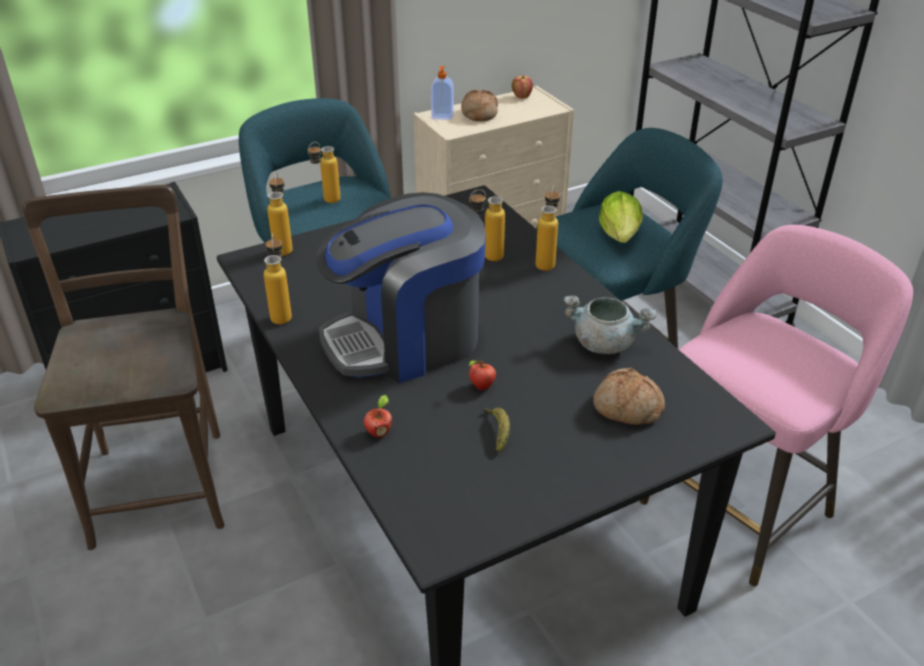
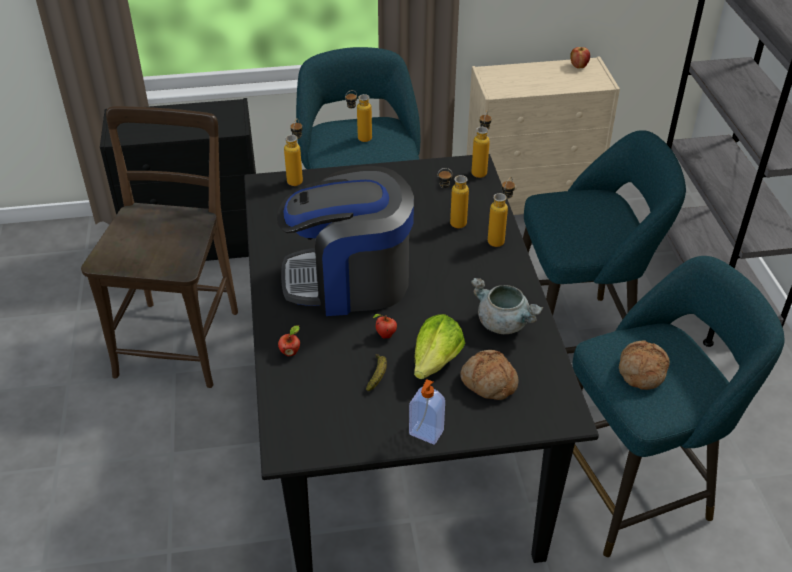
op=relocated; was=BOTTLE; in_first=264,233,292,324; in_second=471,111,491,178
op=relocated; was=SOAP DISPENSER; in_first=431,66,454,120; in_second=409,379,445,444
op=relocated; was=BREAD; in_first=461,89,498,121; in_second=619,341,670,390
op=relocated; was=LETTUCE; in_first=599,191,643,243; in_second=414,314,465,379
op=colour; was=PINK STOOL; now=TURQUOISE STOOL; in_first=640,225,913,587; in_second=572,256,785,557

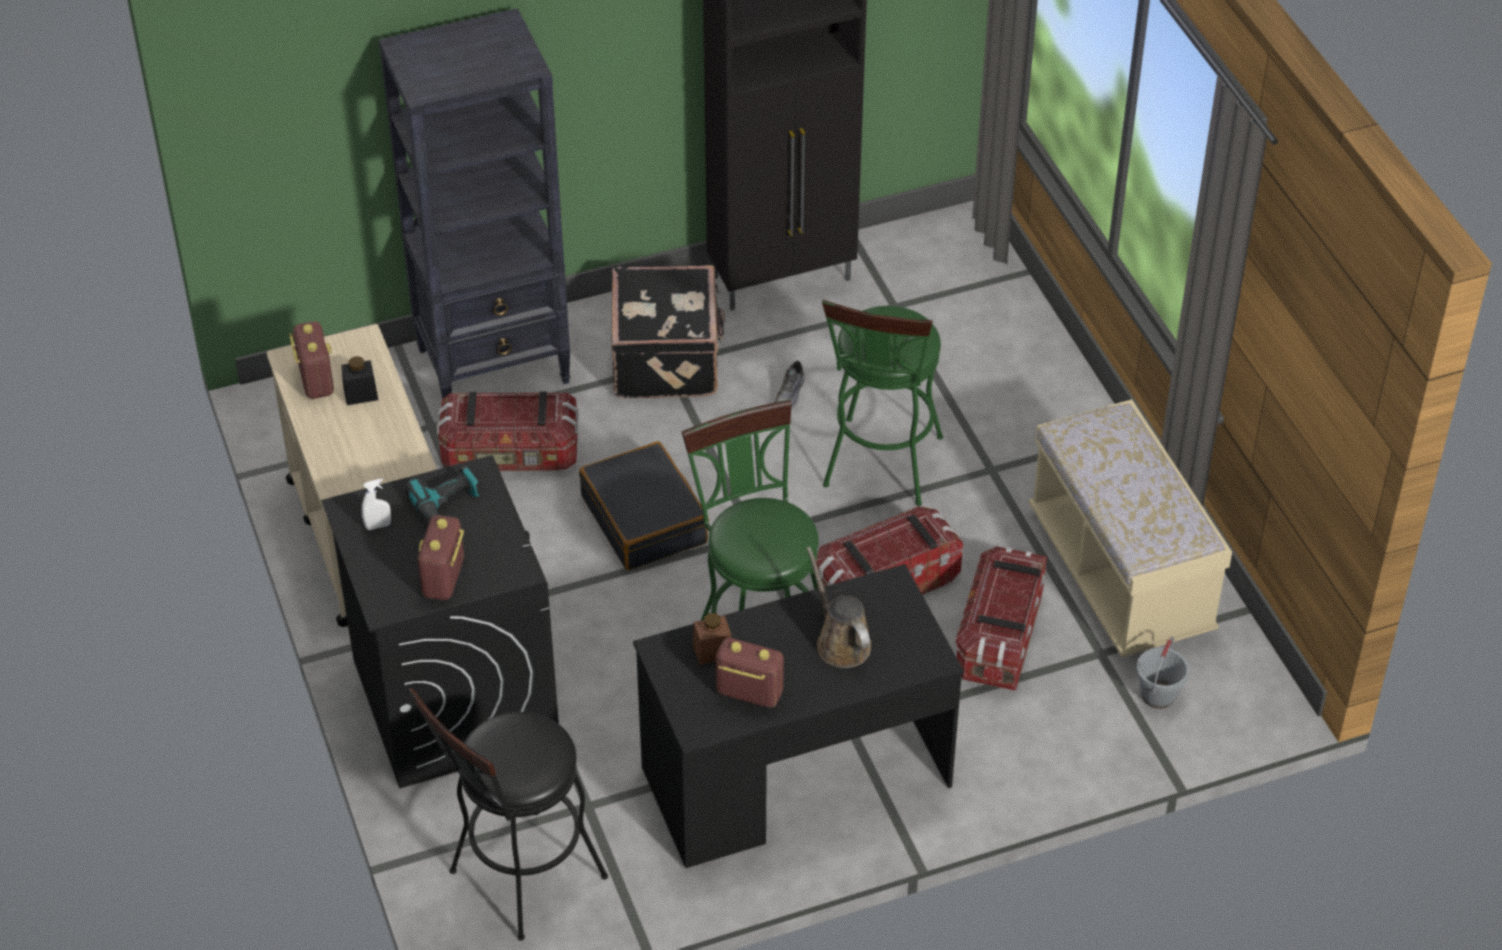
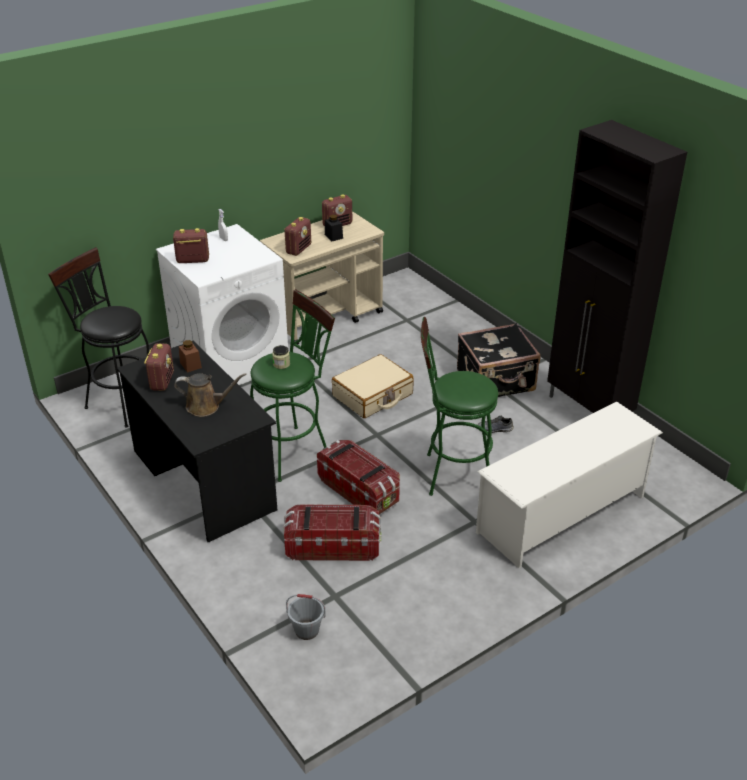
op=missing; was=BLACK BOOKCASE; in_first=379,8,571,399
op=missing; was=POWER DRILL; in_first=404,465,479,525
op=missing; was=STORAGE BOX; in_first=437,392,579,471
op=missing; was=BEIGE BENCH; in_first=1029,399,1232,657
op=appeared; now=JAR; in_second=272,345,290,369
op=appeared; now=RADIO; in_second=284,217,311,256
op=appeared; now=WHITE SHOE RACK; in_second=476,401,663,568
op=colour; was=BLACK WASHING MACHINE; now=WHITE WASHING MACHINE; in_first=322,455,559,789; in_second=156,224,288,385
op=colour; was=BLACK SUITCASE; now=BEIGE SUITCASE; in_first=579,441,709,570; in_second=332,354,414,418
op=spun; was=BROWN WATERING CAN; in_first=807,547,871,668; in_second=174,373,246,417; clockwise=45

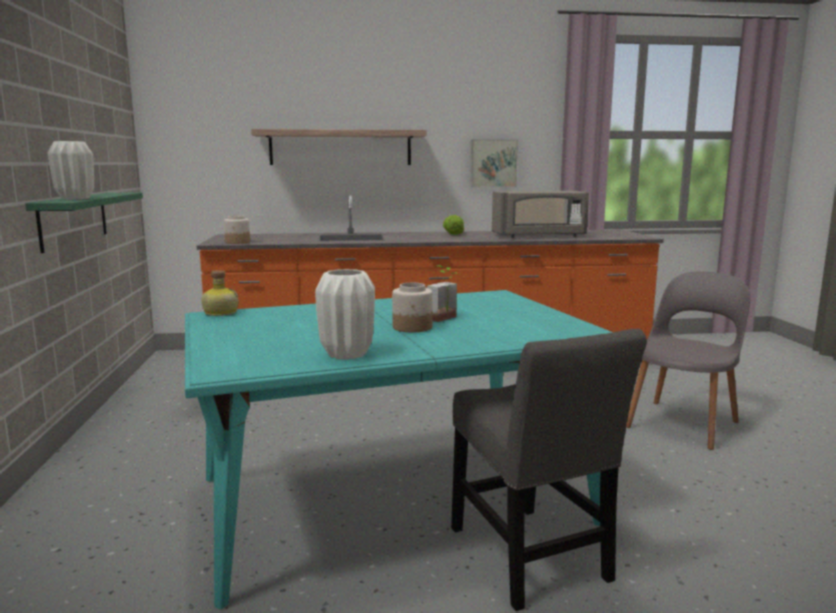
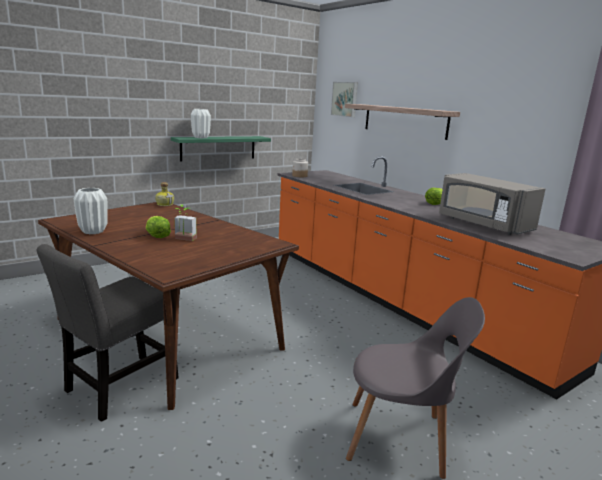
op=relocated; was=PICTURE; in_first=470,139,518,187; in_second=331,82,358,117
op=exchanged; was=JAR; now=LETTUCE; in_first=392,283,433,332; in_second=146,216,171,238
op=colour; was=TURQUOISE DINING TABLE; now=BROWN DINING TABLE; in_first=185,290,612,609; in_second=38,202,299,410

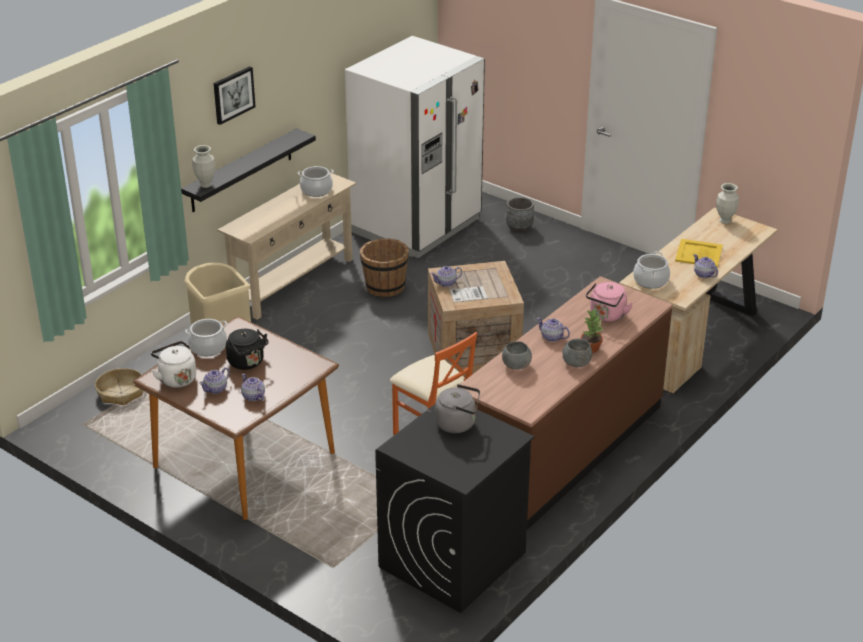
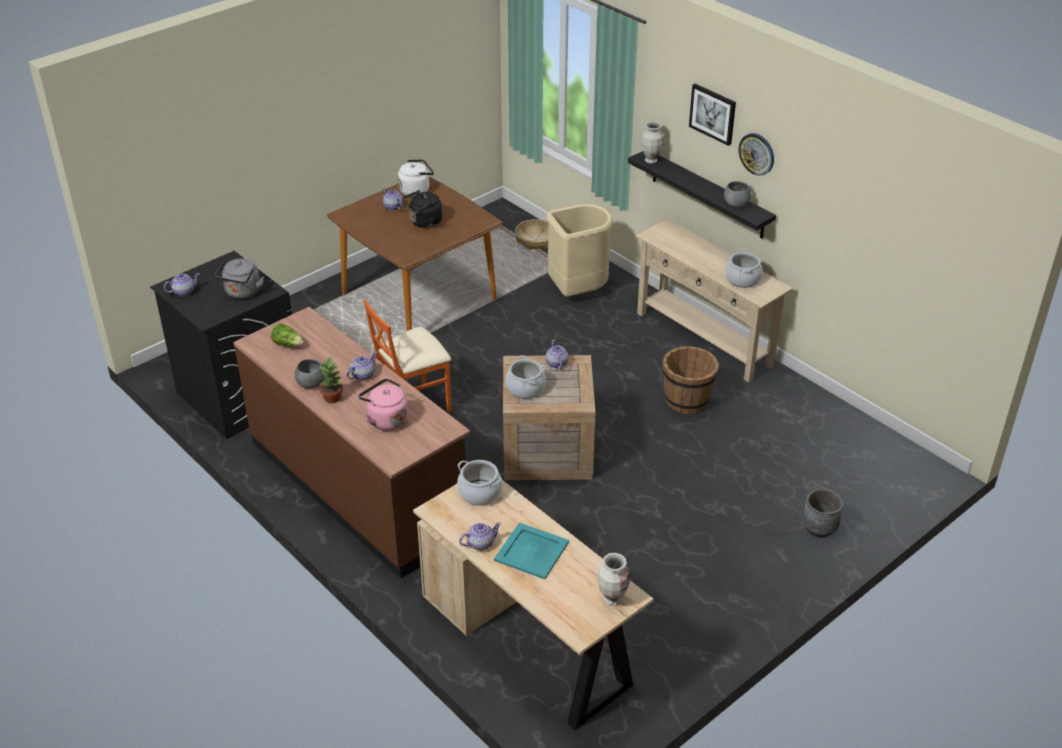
op=missing; was=WHITE FRIDGE; in_first=345,36,485,258
op=appeared; now=LETTUCE; in_second=271,323,304,347
op=appeared; now=WALL CLOCK; in_second=739,133,774,176
op=relocated; was=COOKING POT; in_first=185,319,227,356; in_second=506,355,546,399
op=relocated; was=TEAPOT; in_first=241,373,265,401; in_second=164,273,200,296
op=relocated; was=GREY BOWL; in_first=502,341,532,370; in_second=724,181,751,208
op=colour; was=YELLOW TRAY; now=TURQUOISE TRAY; in_first=675,239,723,268; in_second=494,522,569,579

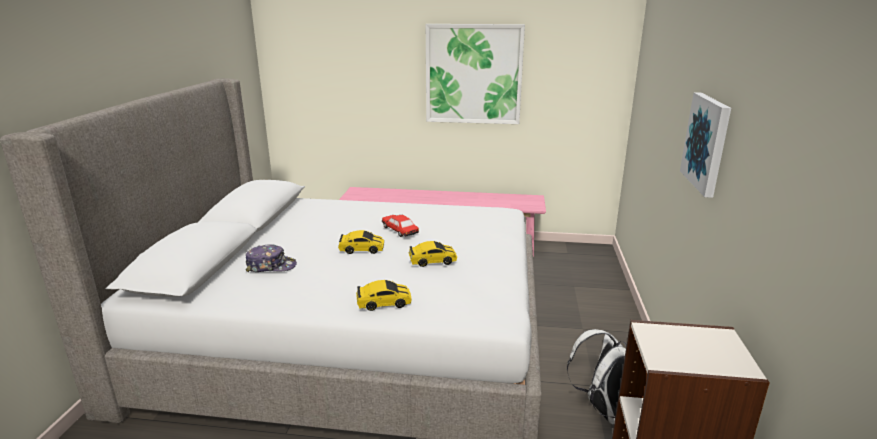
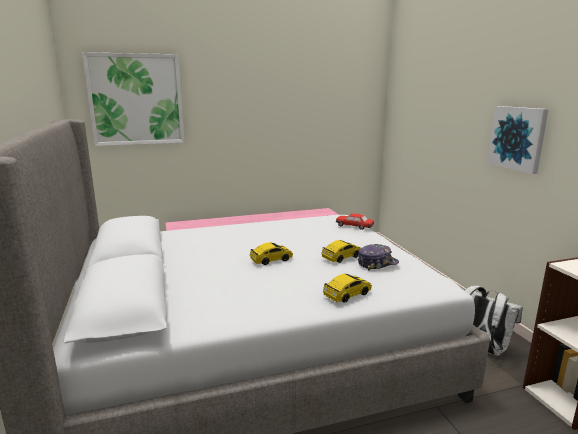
op=relocated; was=CAP; in_first=246,244,297,272; in_second=358,244,399,271
op=relocated; was=TOY CAR; in_first=382,215,419,237; in_second=336,213,374,230
op=relocated; was=PICTURE; in_first=426,24,525,124; in_second=82,52,185,146

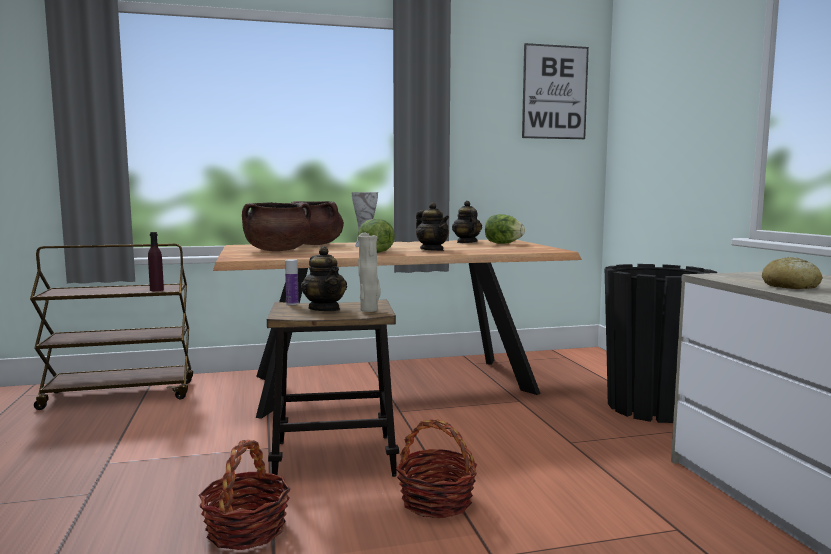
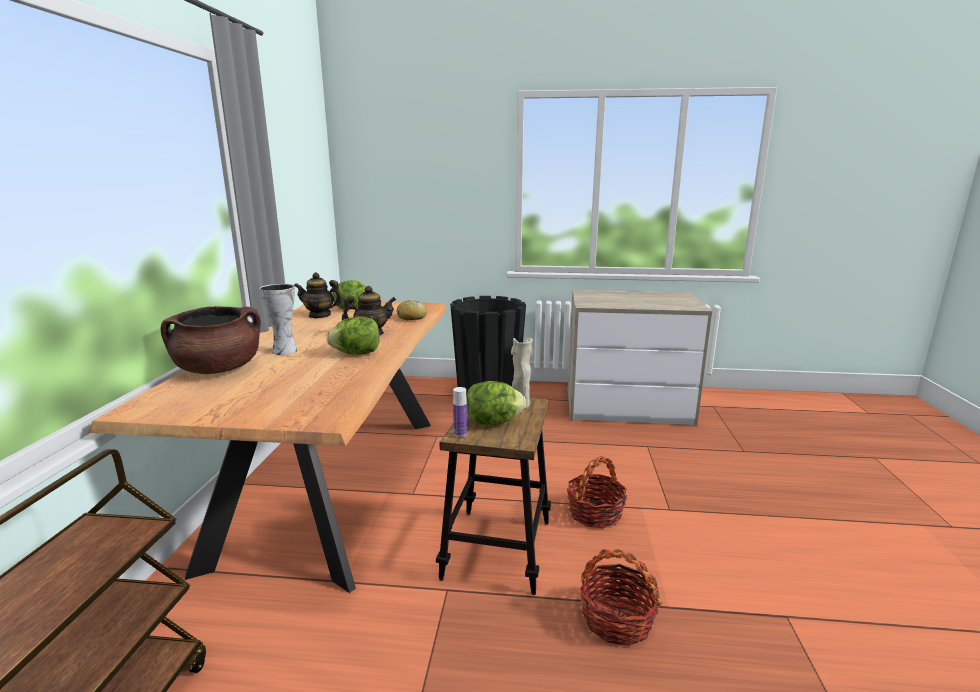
op=missing; was=PURPLE BOTTLE; in_first=148,232,164,291
op=missing; was=BROWN COOKING POT; in_first=242,202,311,251
op=missing; was=PICTURE; in_first=522,43,589,139
op=relocated; was=BREAD; in_first=762,257,822,289; in_second=397,300,427,320
op=exchanged; was=TEAPOT; now=LETTUCE; in_first=301,247,347,311; in_second=467,381,526,426

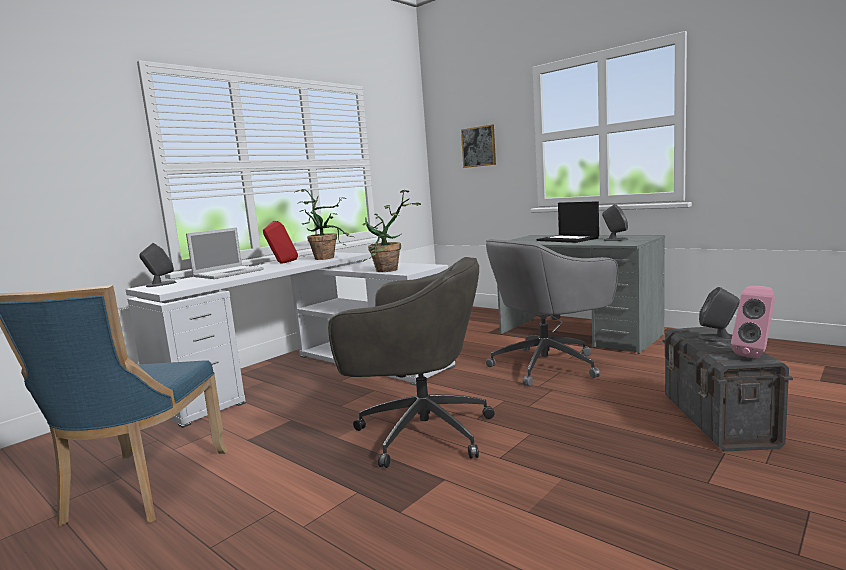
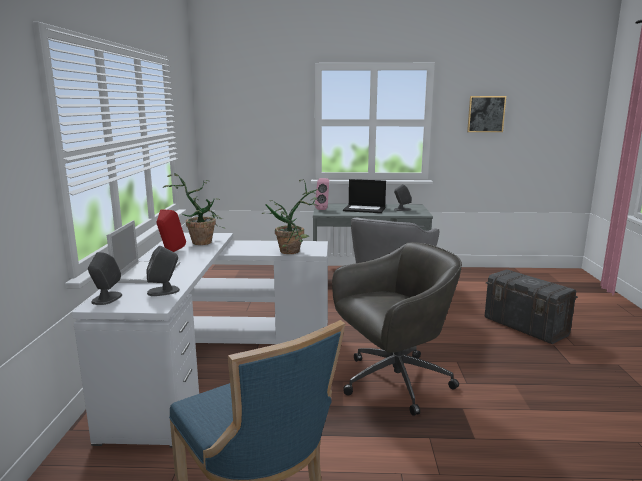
op=relocated; was=PICTURE; in_first=461,124,496,168; in_second=467,96,506,132
op=relocated; was=GREY SPEAKER; in_first=698,287,740,342; in_second=147,246,180,296
op=relocated; was=PINK SPEAKER; in_first=731,286,775,359; in_second=315,178,329,210

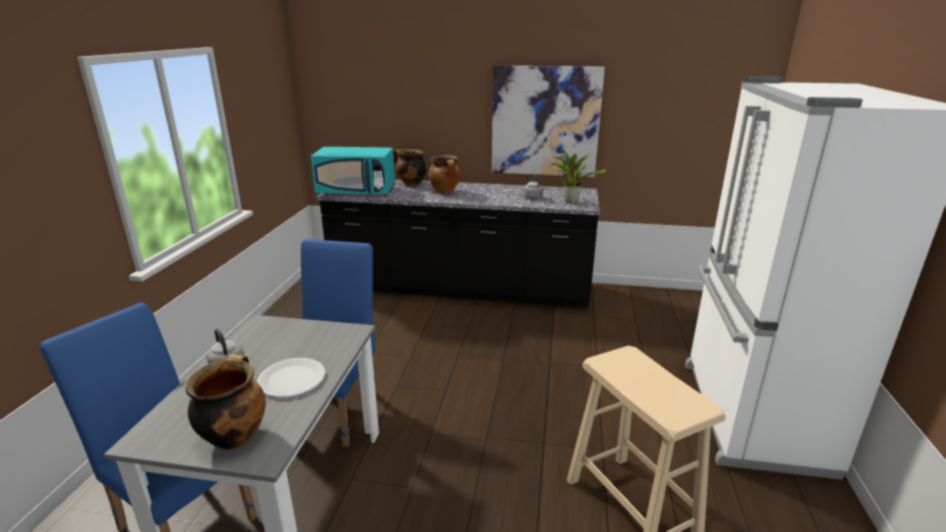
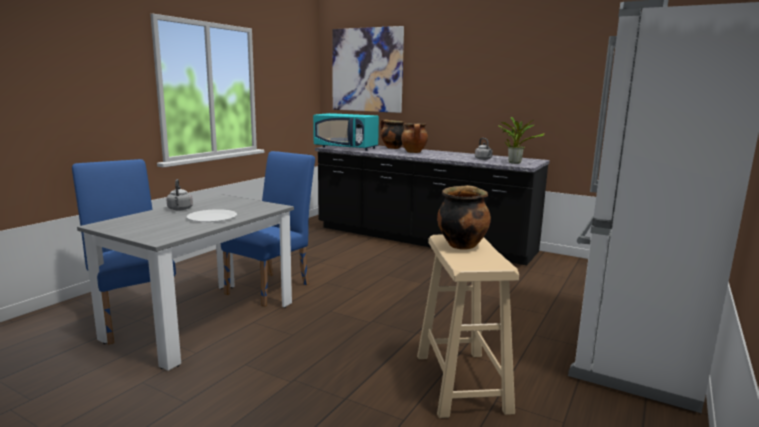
op=relocated; was=COOKING POT; in_first=186,354,266,450; in_second=437,185,491,249
op=relocated; was=PICTURE; in_first=492,65,605,177; in_second=332,26,404,113

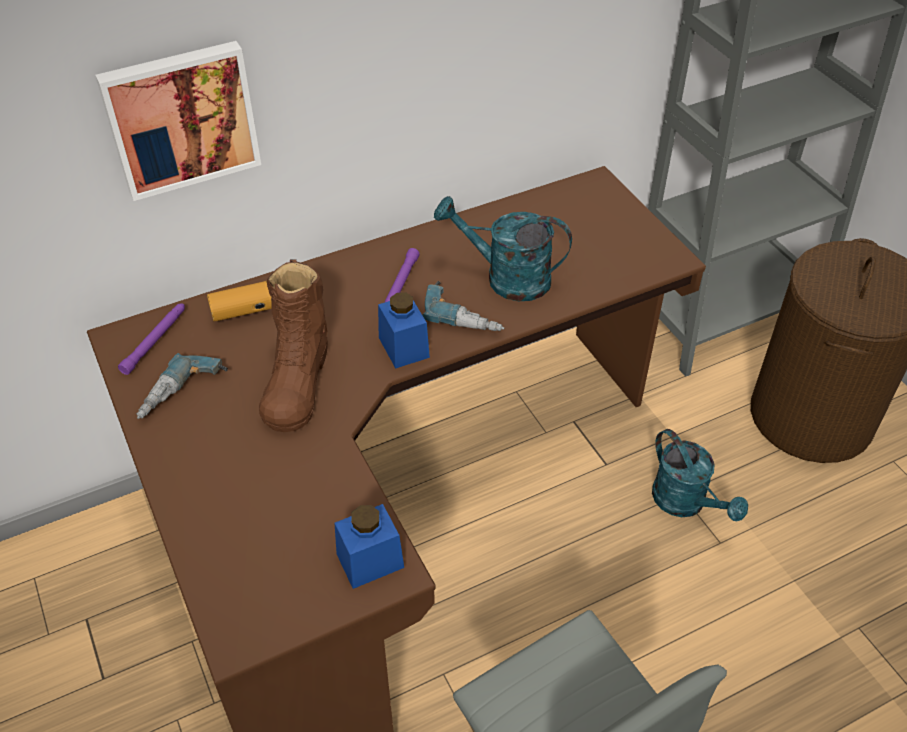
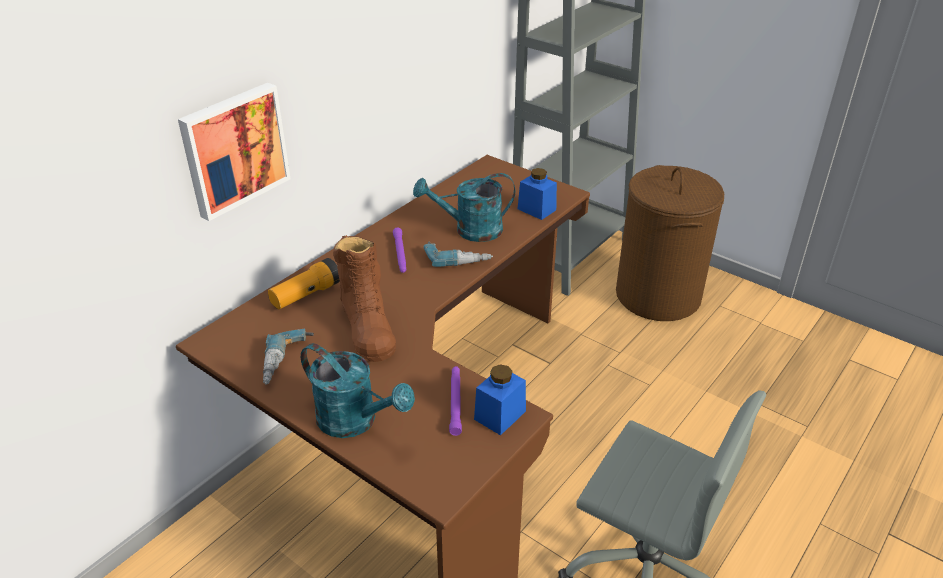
op=relocated; was=PURPLE FLASHLIGHT; in_first=118,303,185,375; in_second=449,366,462,436
op=relocated; was=BLUE JAR; in_first=378,293,430,369; in_second=518,168,557,220
op=relocated; was=TURQUOISE WATERING CAN; in_first=652,429,748,521; in_second=301,343,415,438

